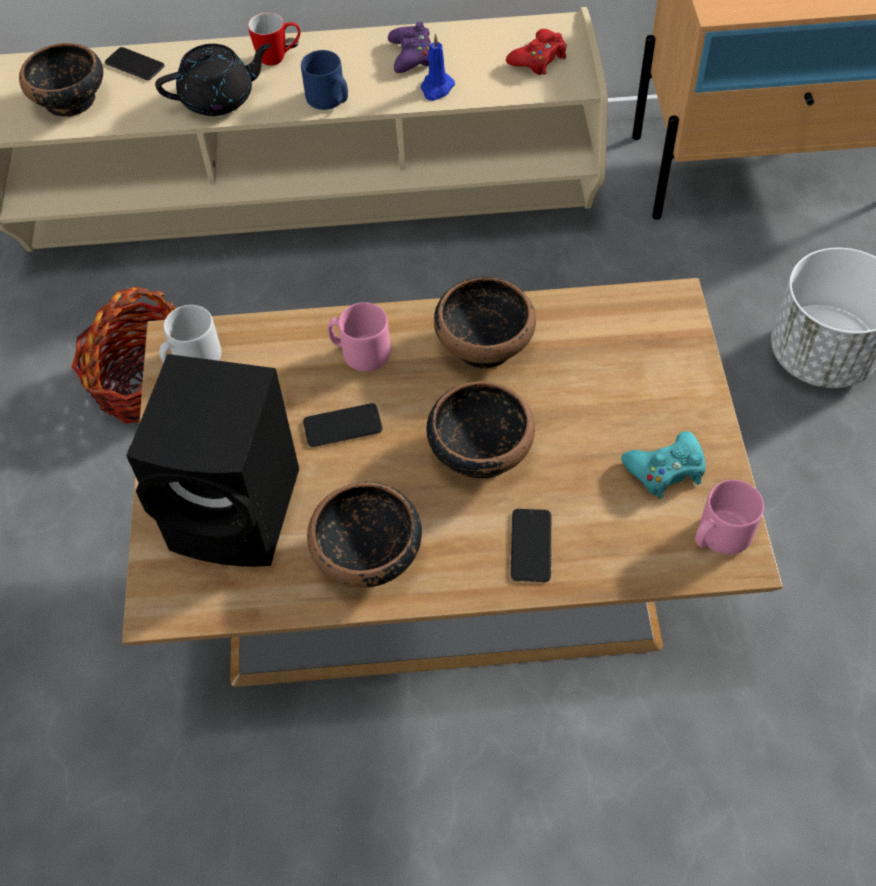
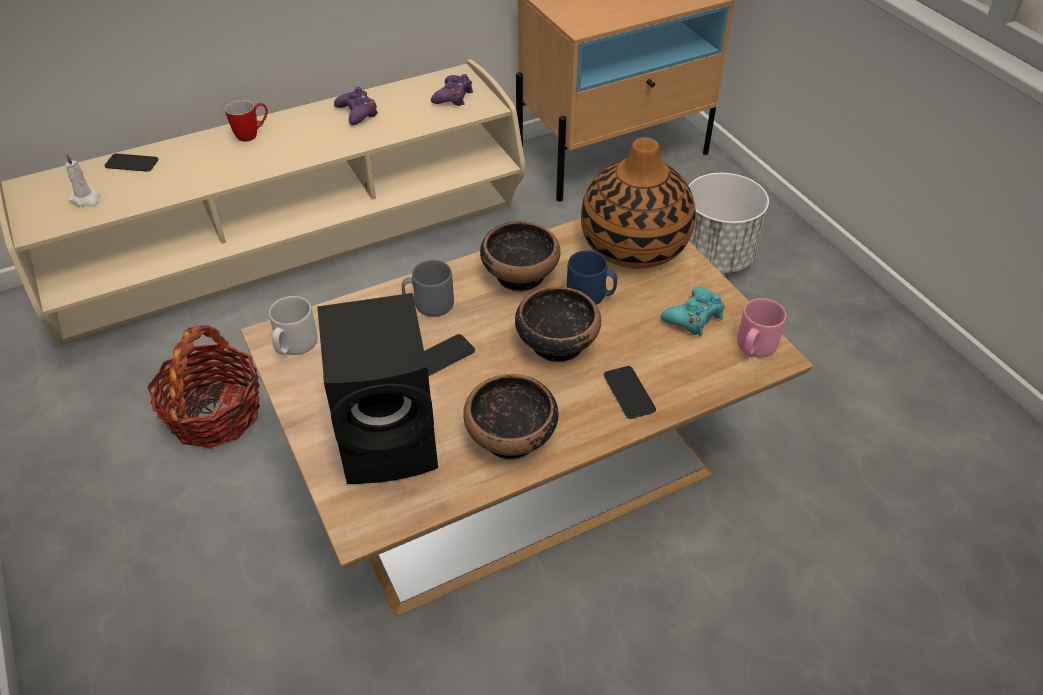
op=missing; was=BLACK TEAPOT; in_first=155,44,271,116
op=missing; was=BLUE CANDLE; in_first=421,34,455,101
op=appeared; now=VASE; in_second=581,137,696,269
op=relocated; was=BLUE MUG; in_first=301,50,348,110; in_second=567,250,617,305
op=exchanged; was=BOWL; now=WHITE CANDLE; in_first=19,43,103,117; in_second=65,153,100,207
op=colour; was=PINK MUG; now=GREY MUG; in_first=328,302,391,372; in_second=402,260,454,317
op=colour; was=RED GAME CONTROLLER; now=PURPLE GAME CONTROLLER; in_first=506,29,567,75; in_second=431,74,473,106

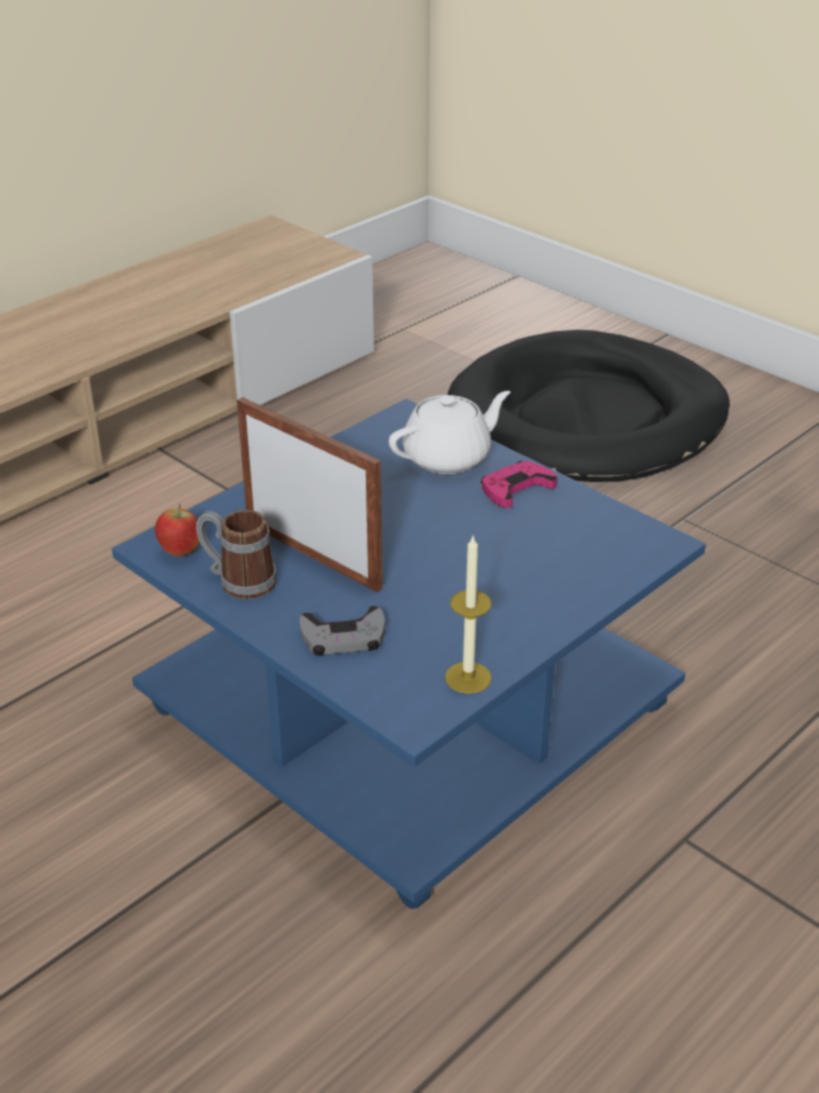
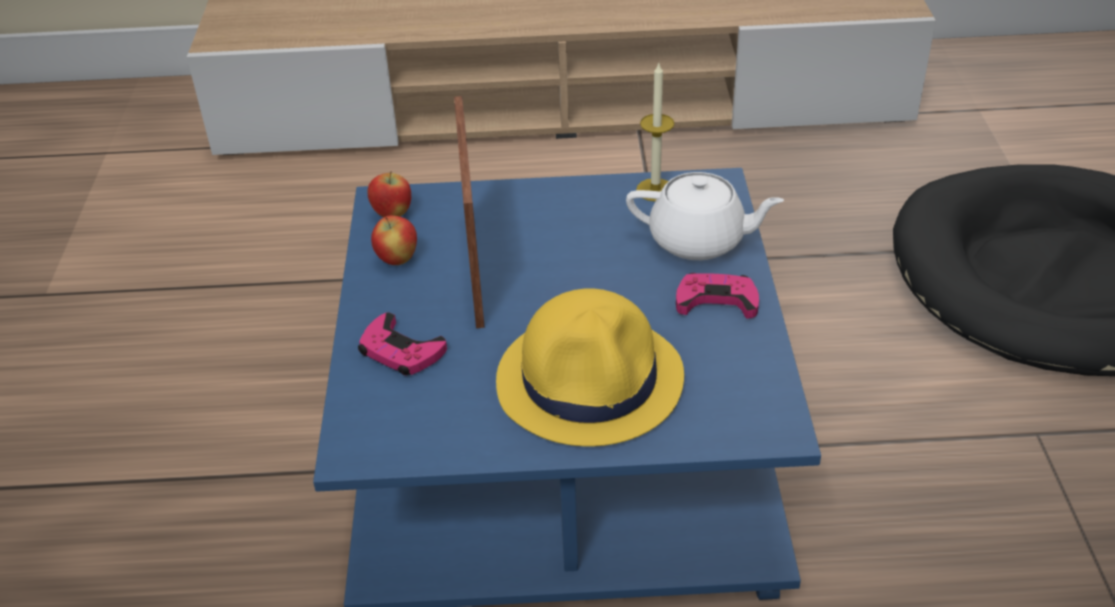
op=appeared; now=YELLOW HAT; in_second=496,288,684,446
op=relocated; was=CANDLE; in_first=445,534,492,694; in_second=636,63,674,201
op=exchanged; was=MUG; now=APPLE; in_first=196,510,277,599; in_second=371,215,417,265
op=colour; was=GREY GAME CONTROLLER; now=PINK GAME CONTROLLER; in_first=300,606,385,656; in_second=358,312,447,375

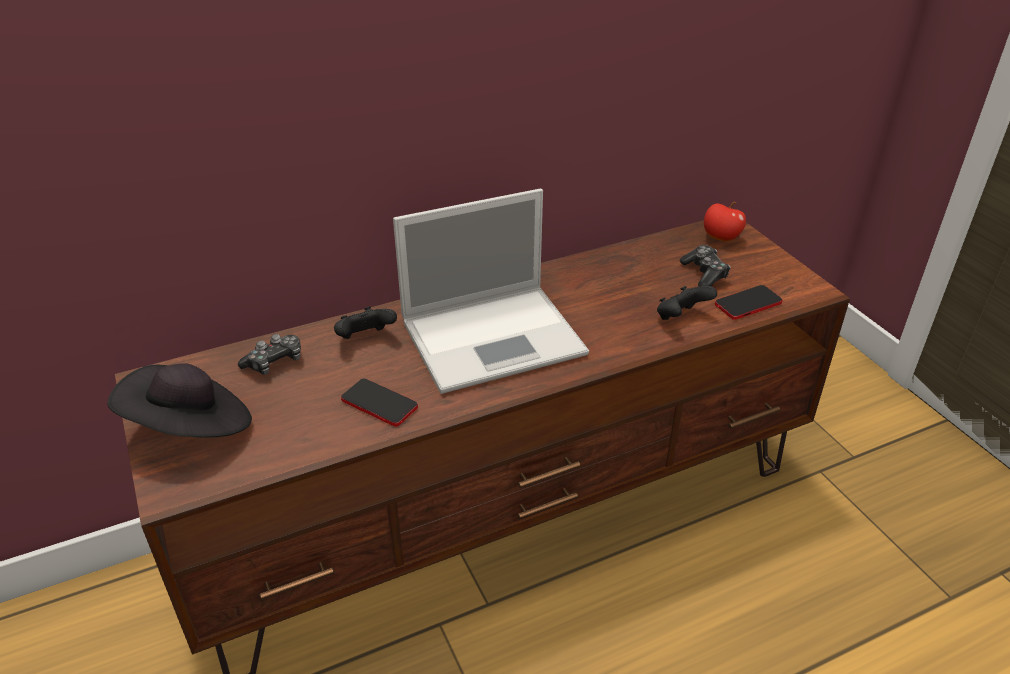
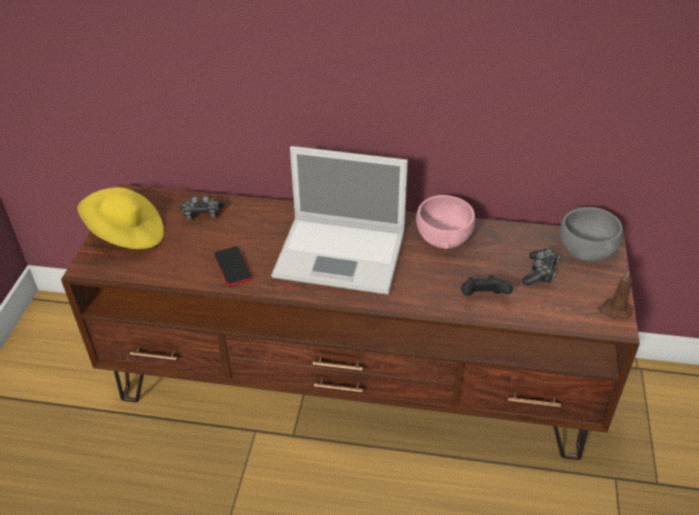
op=missing; was=BLACK GAME CONTROLLER; in_first=334,307,397,339
op=missing; was=PHONE; in_first=715,285,783,320
op=appeared; now=PINK BOWL; in_second=416,195,475,249
op=appeared; now=BROWN CANDLE; in_second=598,271,633,319
op=exchanged; was=APPLE; now=GREY BOWL; in_first=704,202,746,241; in_second=560,207,623,262
op=colour; was=BLACK HAT; now=YELLOW HAT; in_first=107,363,252,438; in_second=78,187,164,249

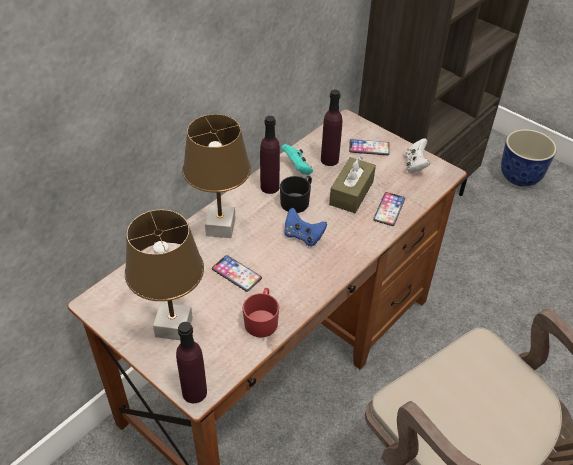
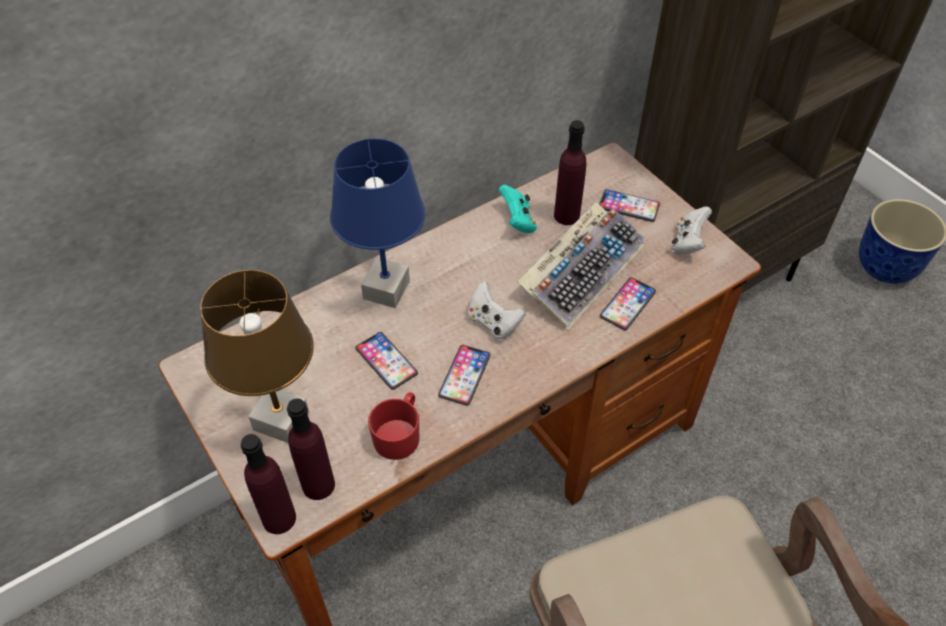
op=missing; was=BLACK MUG; in_first=280,176,312,213
op=appeared; now=PHONE; in_second=438,345,491,406
op=relocated; was=PURPLE BOTTLE; in_first=260,116,280,194; in_second=287,398,335,500
op=exchanged; was=BROWN TISSUE BOX; now=KEYBOARD; in_first=329,156,376,213; in_second=517,202,646,330
op=colour; was=BROWN TABLE LAMP; now=BLUE TABLE LAMP; in_first=182,114,251,238; in_second=330,139,425,308
op=colour; was=BLUE GAME CONTROLLER; now=WHITE GAME CONTROLLER; in_first=284,208,327,246; in_second=468,281,526,340

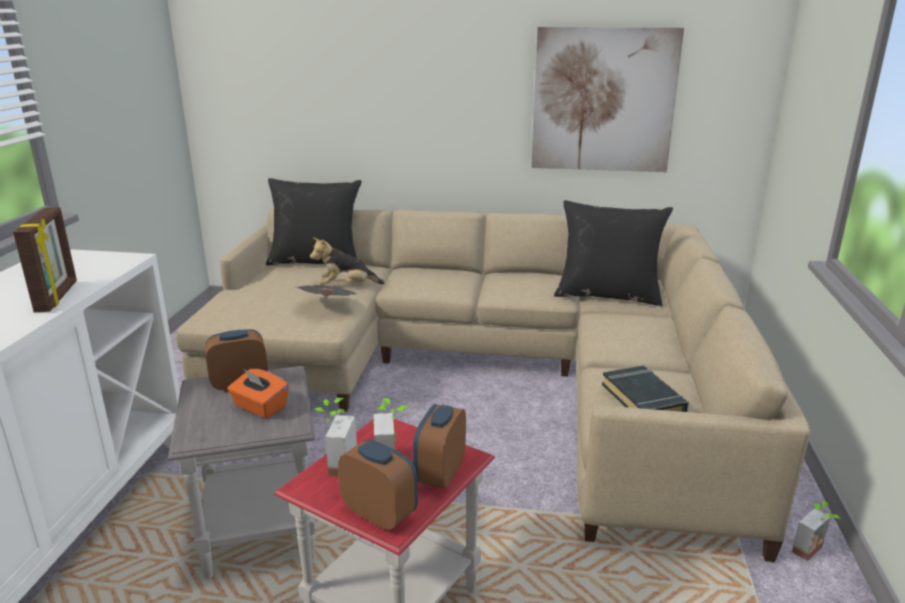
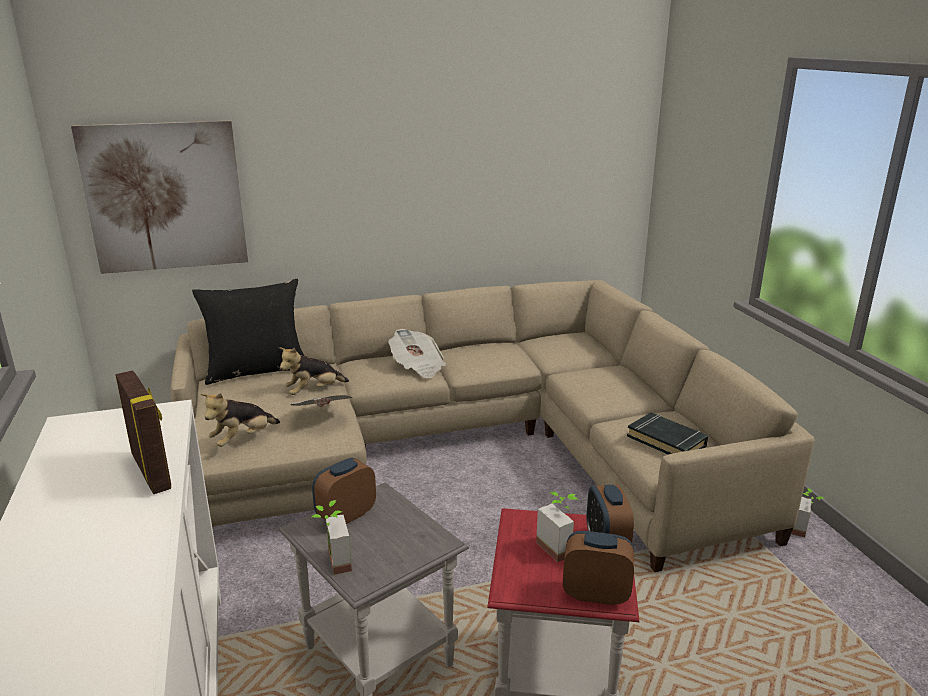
op=missing; was=ORANGE TISSUE BOX; in_first=227,369,289,419
op=missing; was=BLACK PILLOW; in_first=554,200,673,307
op=appeared; now=PLUSH TOY; in_second=201,393,280,447
op=appeared; now=NEWSPAPER; in_second=388,329,446,379
op=relocated; was=POTTED PLANT; in_first=314,398,357,477; in_second=311,500,352,575
op=relocated; was=PICTURE; in_first=531,27,684,172; in_second=71,121,248,274

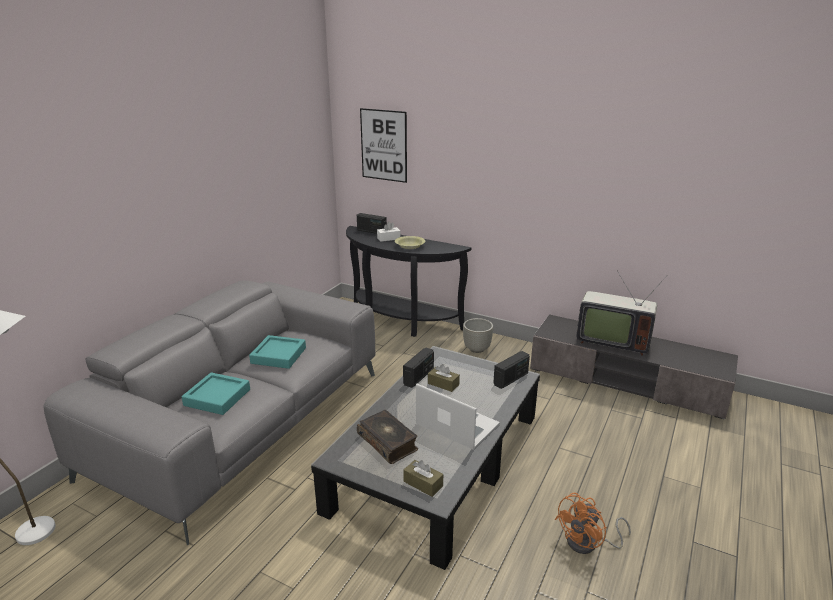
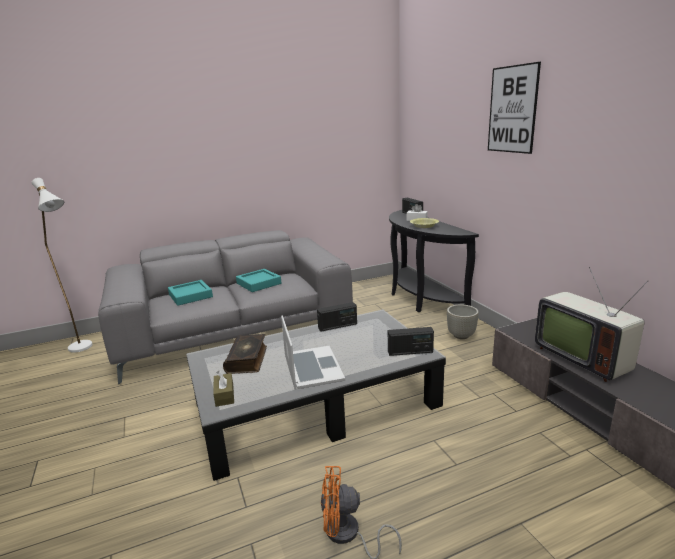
op=missing; was=BROWN TISSUE BOX; in_first=428,364,460,392
op=relocated; was=PICTURE; in_first=360,108,407,183; in_second=488,62,541,154

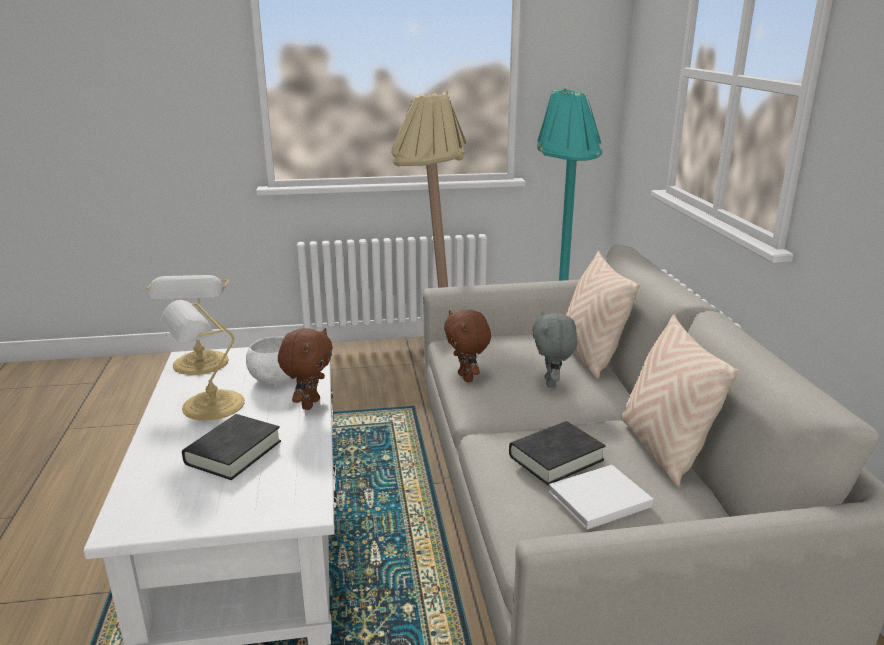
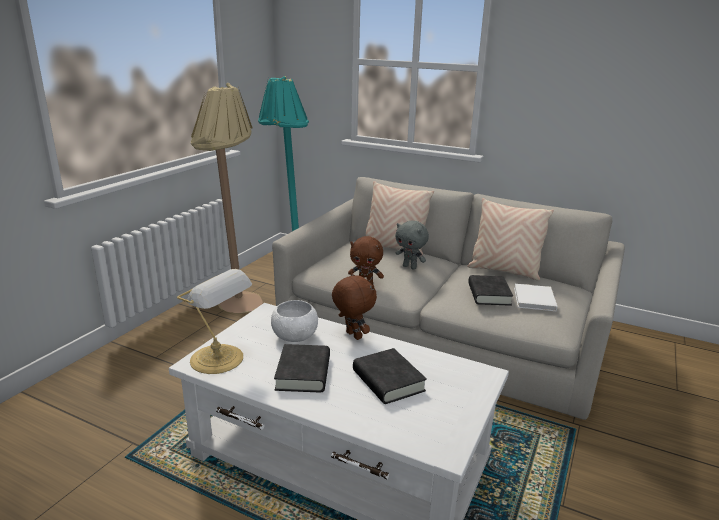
op=exchanged; was=TABLE LAMP; now=BLACK BOOK; in_first=160,300,245,421; in_second=274,344,330,393

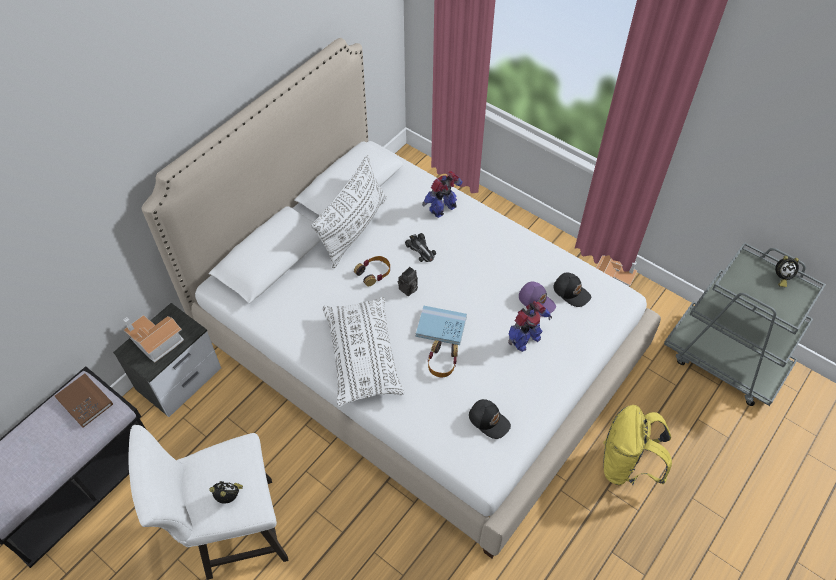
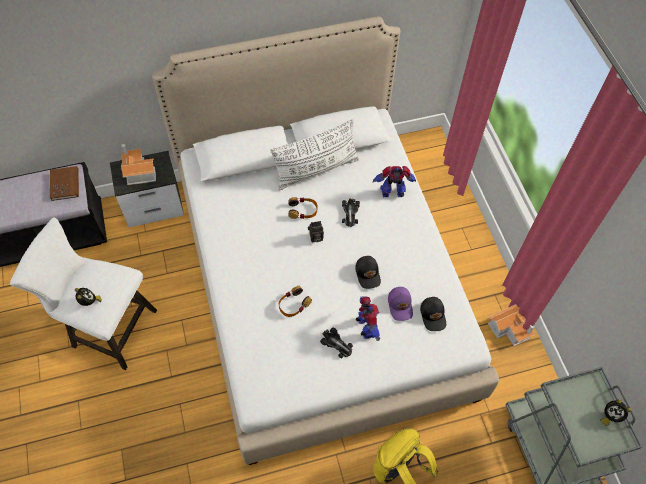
op=missing; was=WHITE PILLOW; in_first=323,297,404,407
op=missing; was=BLUE BOOK; in_first=416,305,467,345
op=appeared; now=TOY CAR; in_second=320,328,353,358
op=relocated; was=BLACK CAP; in_first=469,399,511,439; in_second=355,256,381,289
op=spun; was=TOY ROBOT; in_first=508,301,552,352; in_second=356,296,380,340; clockwise=-105

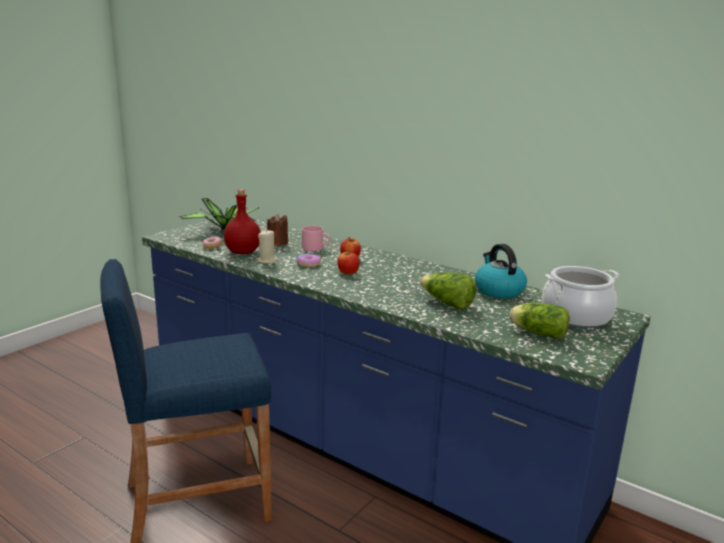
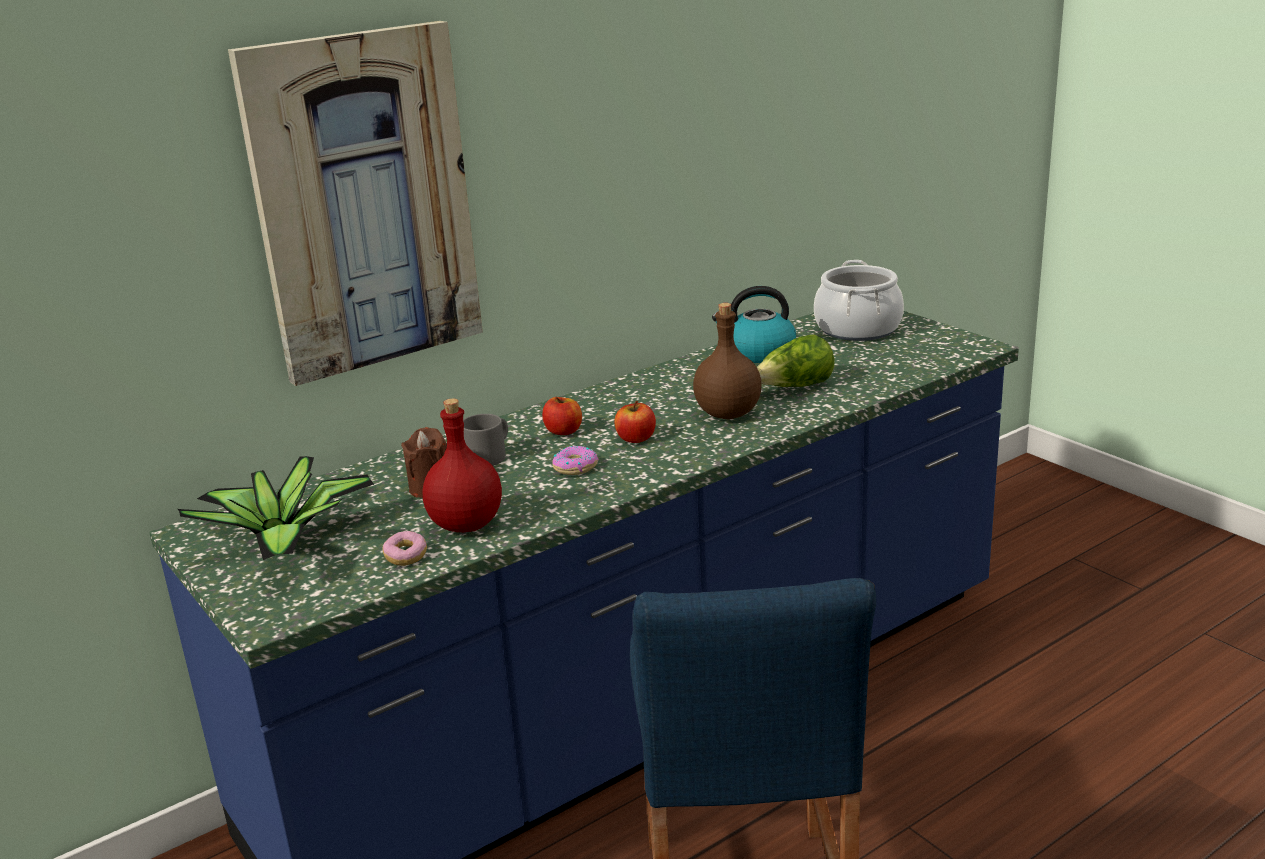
op=missing; was=BEIGE CANDLE; in_first=257,229,278,263
op=missing; was=LETTUCE; in_first=509,303,570,339
op=appeared; now=PICTURE; in_second=228,21,483,386
op=appeared; now=BROWN BOTTLE; in_second=693,303,762,419
op=colour; was=PINK MUG; now=GREY MUG; in_first=302,226,330,251; in_second=463,414,508,466

